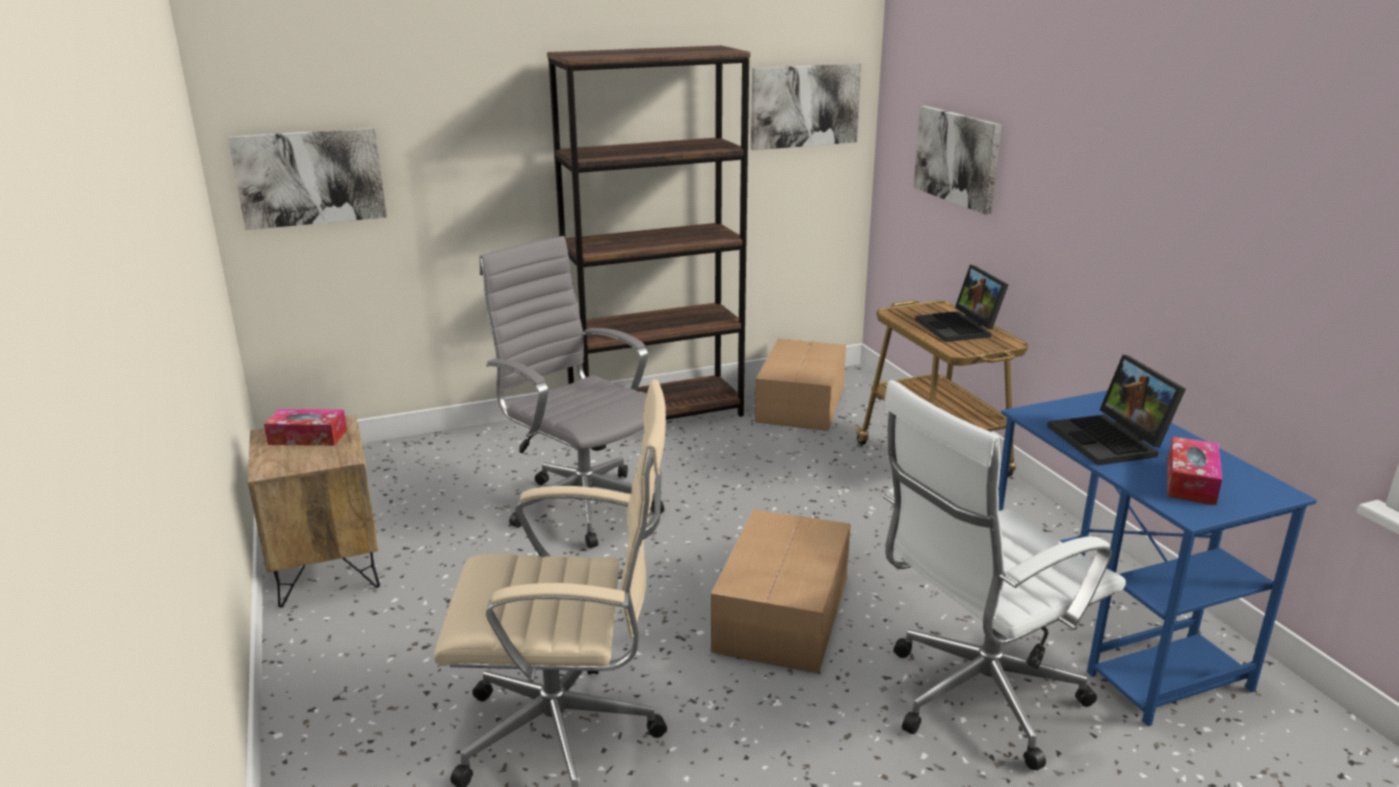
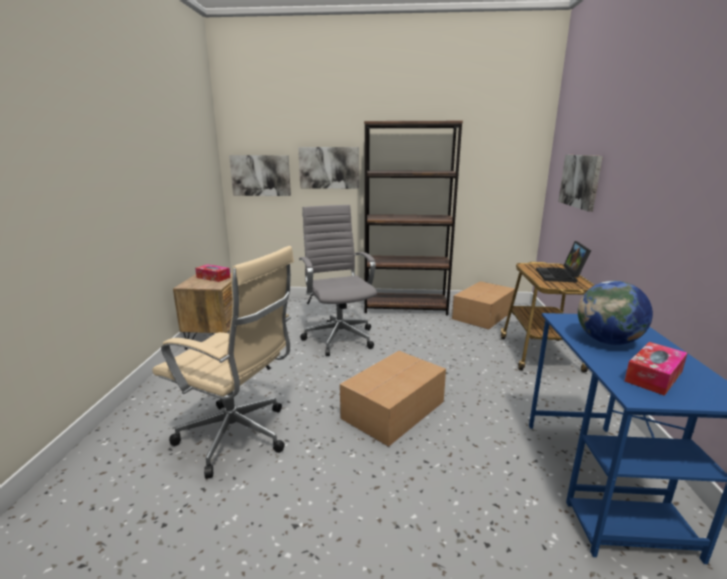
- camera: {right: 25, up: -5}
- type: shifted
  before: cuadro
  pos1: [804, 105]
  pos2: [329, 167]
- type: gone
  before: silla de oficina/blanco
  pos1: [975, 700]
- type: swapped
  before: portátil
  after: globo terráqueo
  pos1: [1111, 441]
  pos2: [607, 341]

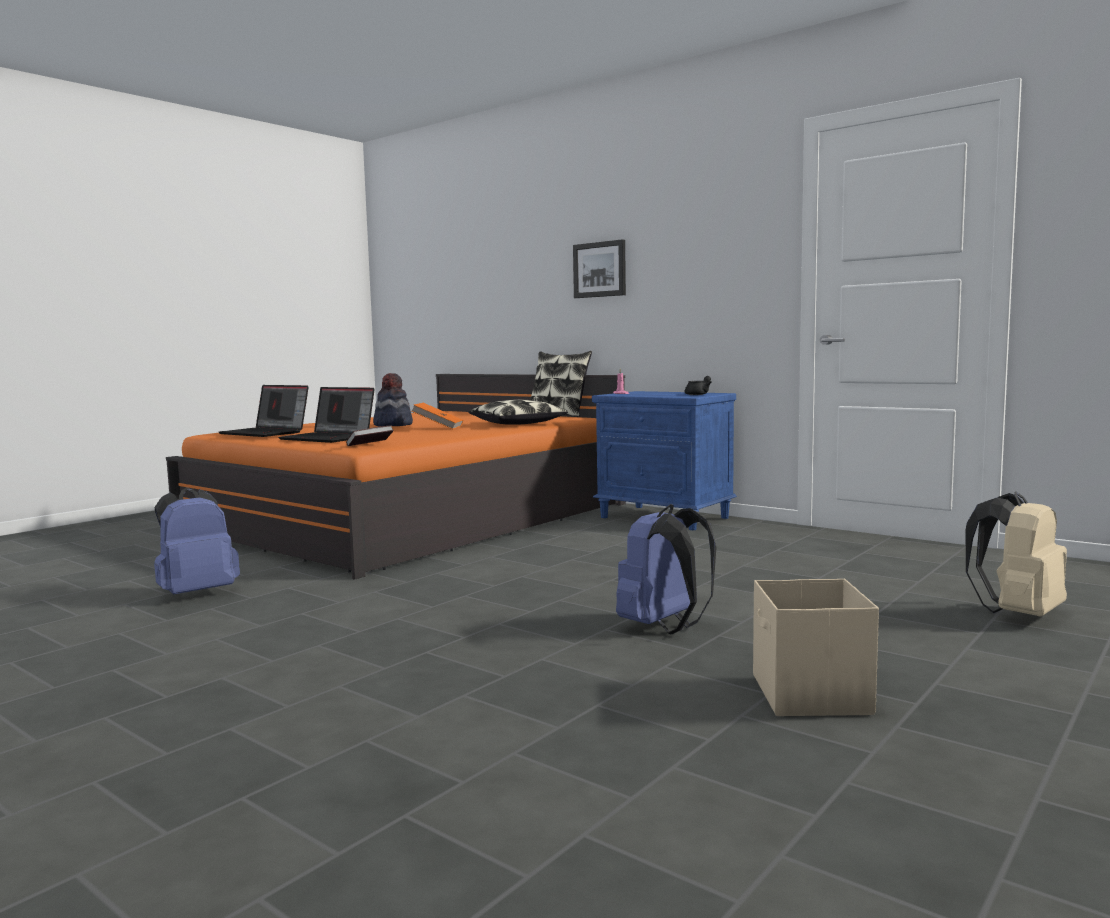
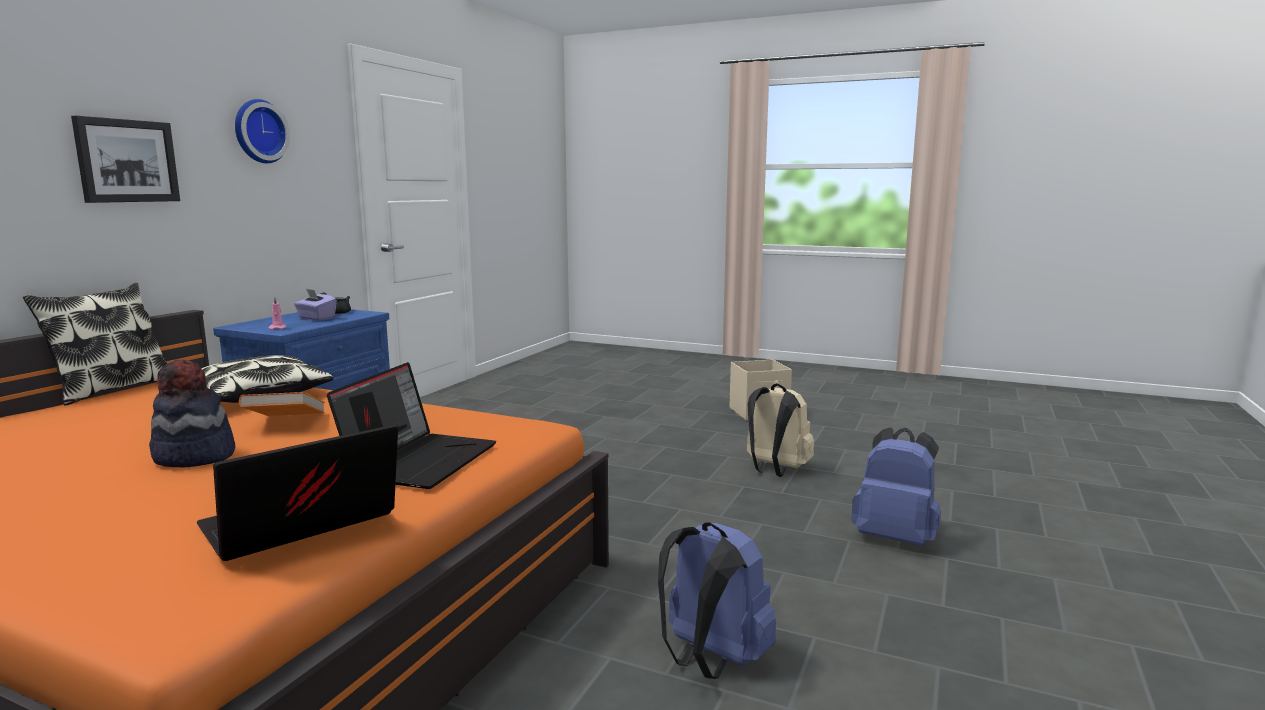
- camera: {right: -105, up: 5}
- type: rotated
  before: portátil
  pos1: [266, 433]
  pos2: [299, 527]
  turn: -150
- type: gone
  before: libro
  pos1: [370, 445]
- type: shifted
  before: mochila/azul
  pos1: [664, 627]
  pos2: [895, 538]
- type: shifted
  before: mochila/beis
  pos1: [1017, 614]
  pos2: [775, 470]
- type: new
  after: reloj de pared
  pos2: [258, 131]
- type: new
  after: caja de pañuelos/morado
  pos2: [316, 318]

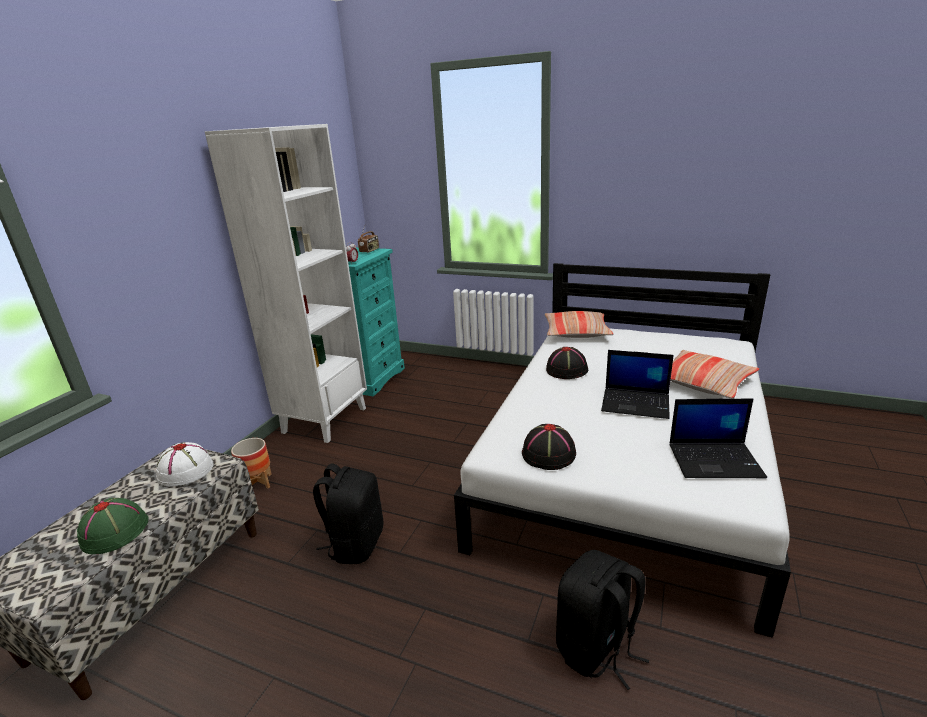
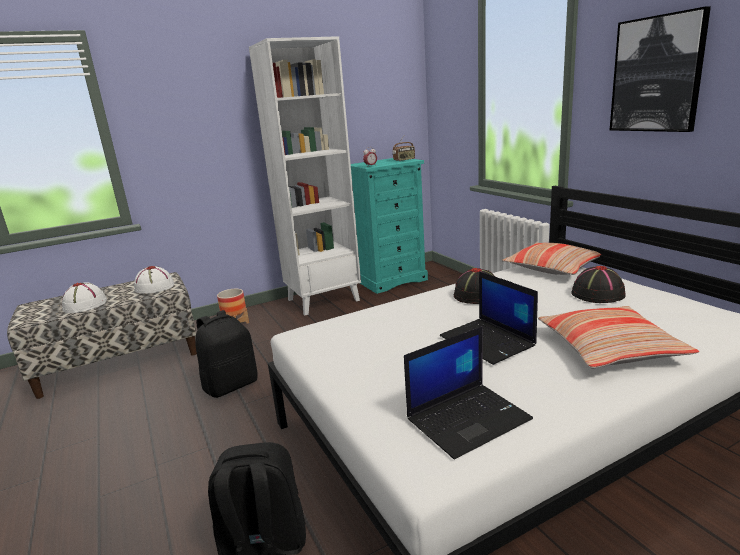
- camera: {right: 40, up: -5}
- type: repainted
  before: sombrero/verde
  after: sombrero/blanco
  pos1: [115, 531]
  pos2: [85, 305]
- type: shifted
  before: sombrero/negro
  pos1: [548, 454]
  pos2: [597, 294]
- type: rotated
  before: portátil
  pos1: [715, 460]
  pos2: [468, 418]
  turn: -75
- type: new
  after: cuadro
  pos2: [657, 74]

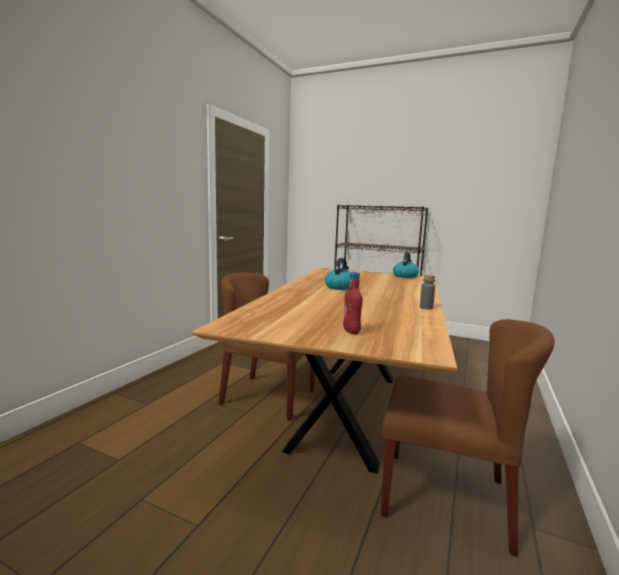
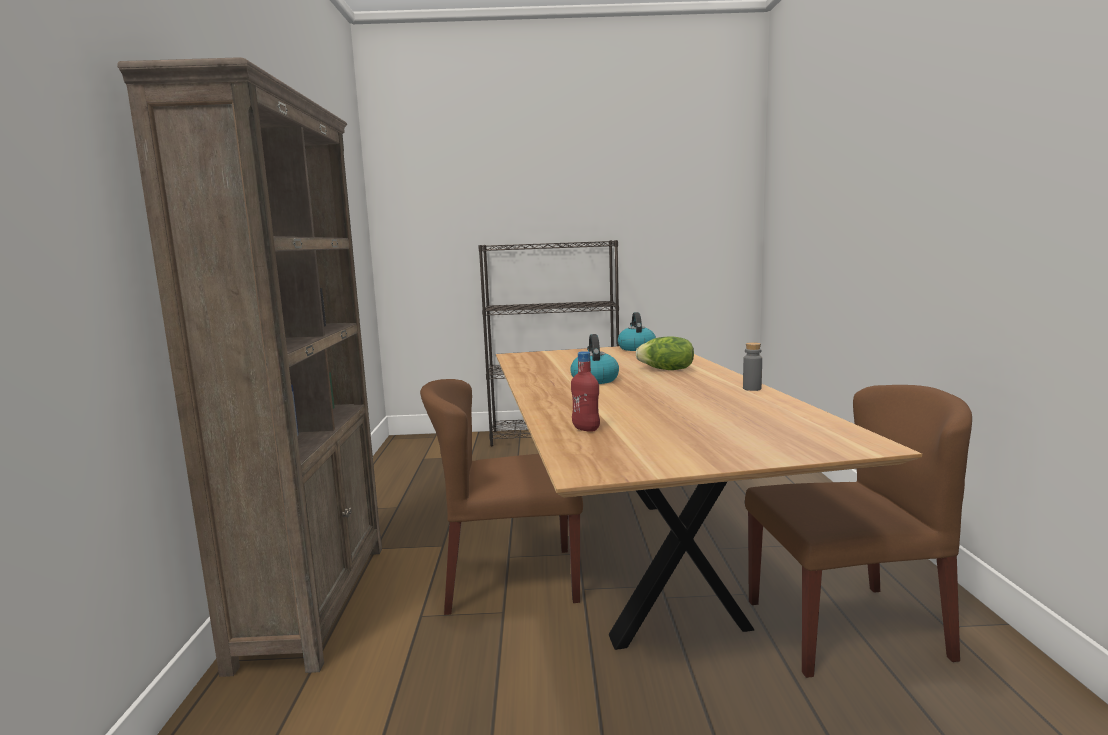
- camera: {right: -25, up: 0}
- type: shifted
  before: botella/rojo
  pos1: [351, 331]
  pos2: [586, 429]
- type: new
  after: estantería/marrón
  pos2: [315, 601]
- type: new
  after: lechuga
  pos2: [666, 370]

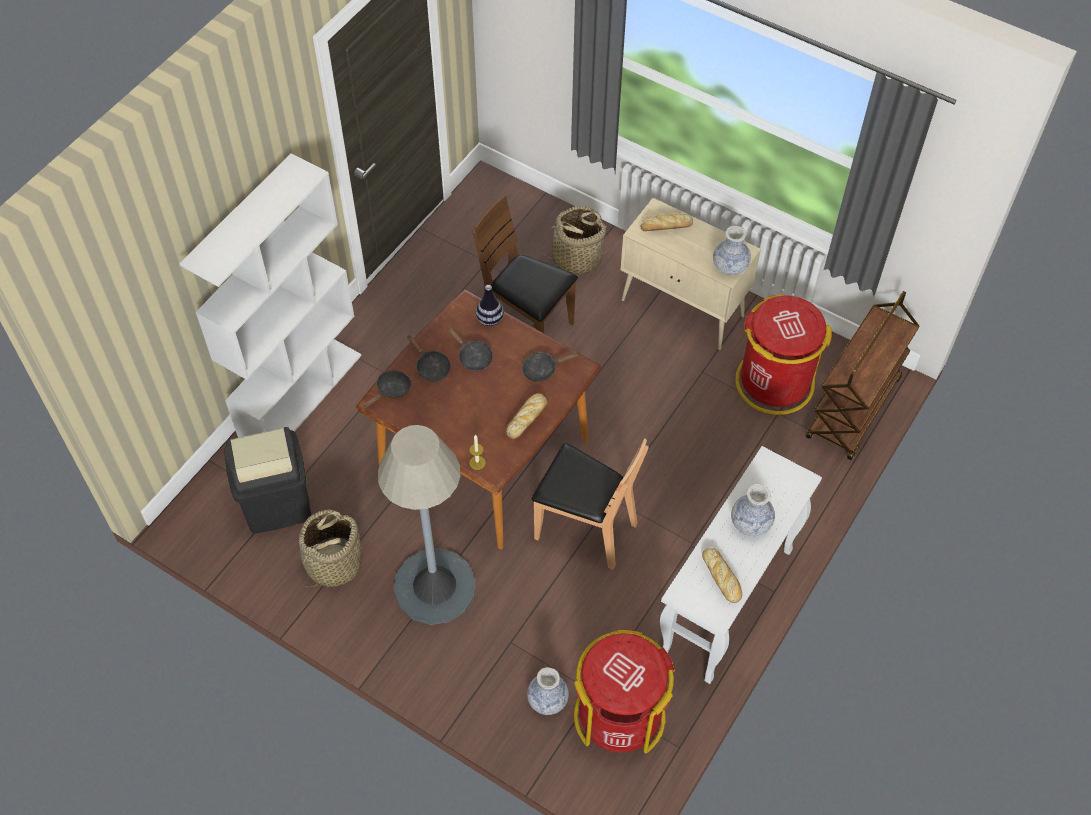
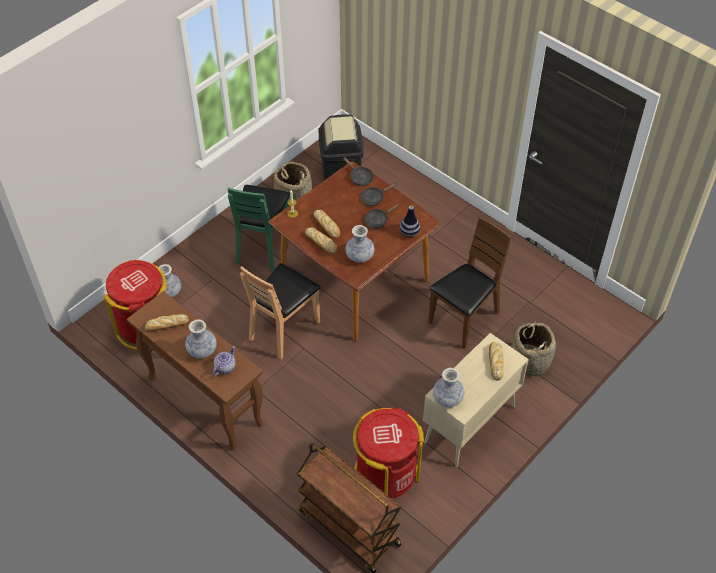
- camera: {right: 100, up: -5}
- type: gone
  before: estantería/blanco
  pos1: [300, 395]
- type: swapped
  before: lámpara de pie/gris
  after: silla/verde
  pos1: [435, 586]
  pos2: [263, 246]
- type: swapped
  before: sartén/negro
  after: florero
  pos1: [543, 369]
  pos2: [359, 256]
- type: repainted
  before: mesa consola/blanco
  after: mesa consola/marrón
  pos1: [726, 603]
  pos2: [204, 401]
- type: new
  after: tetera
  pos2: [225, 367]
- type: new
  after: pan
  pos2: [327, 226]

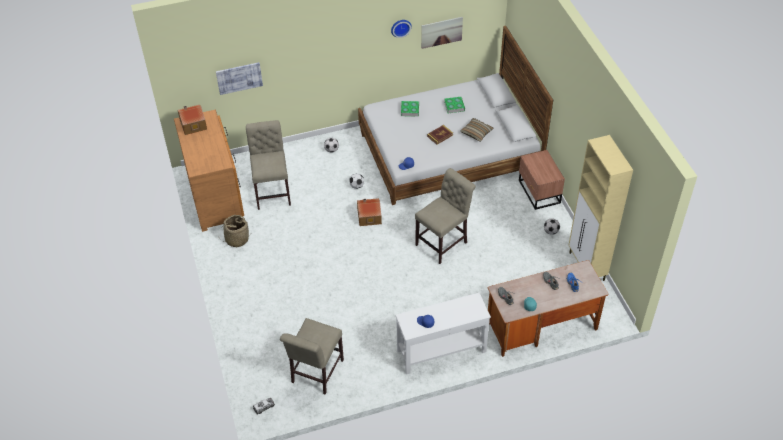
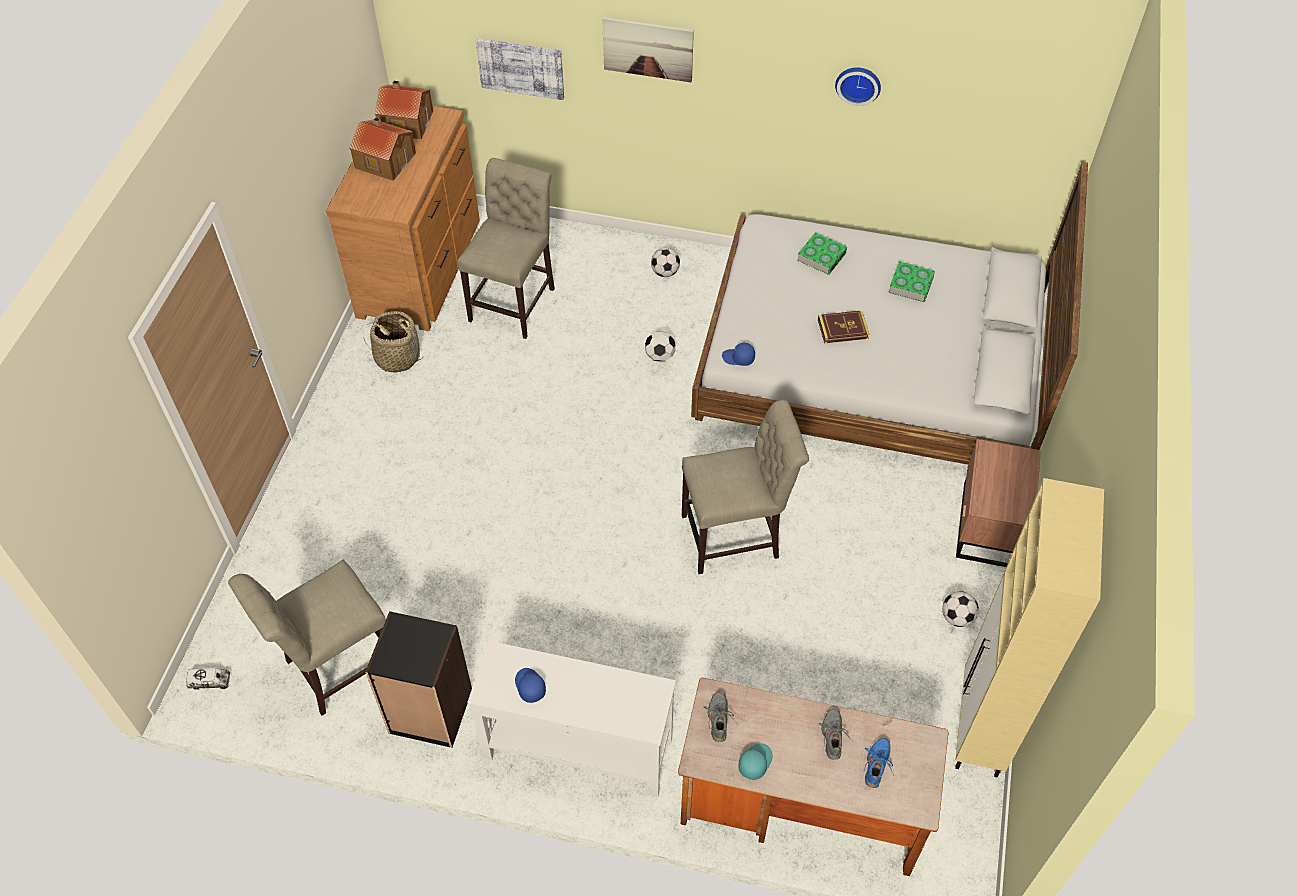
- camera: {right: 30, up: 5}
- type: shifted
  before: casita
  pos1: [368, 216]
  pos2: [385, 159]
- type: shifted
  before: cuadro
  pos1: [441, 32]
  pos2: [648, 49]
- type: gone
  before: cojín
  pos1: [476, 133]
- type: new
  after: estantería/negro
  pos2: [430, 712]

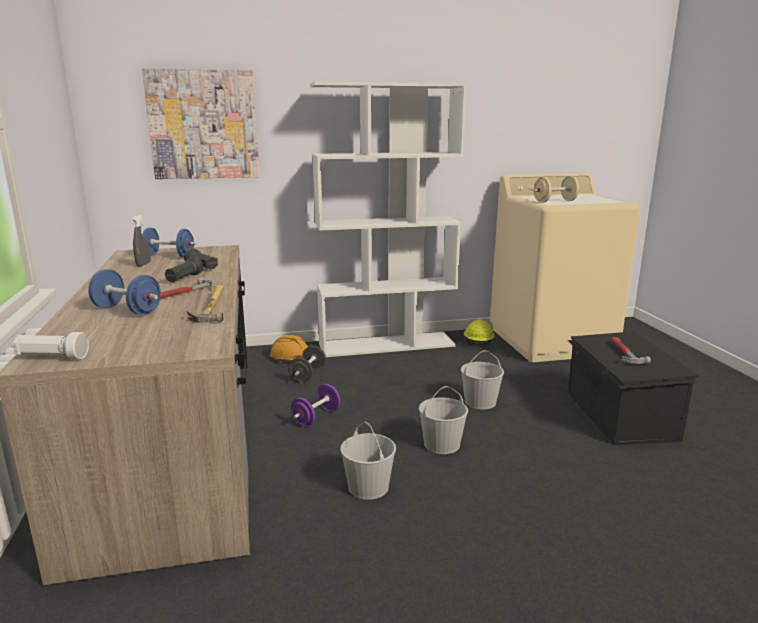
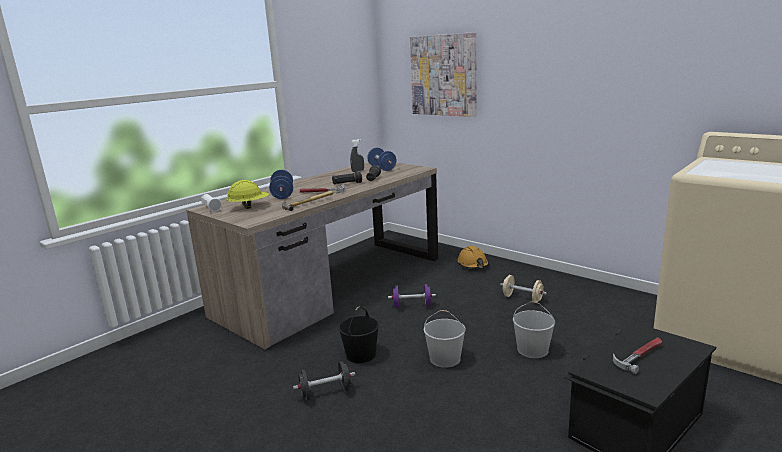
- camera: {right: 55, up: 0}
- type: shifted
  before: mancuerna/negro
  pos1: [308, 375]
  pos2: [325, 393]
- type: gone
  before: estantería/blanco
  pos1: [387, 344]
- type: repainted
  before: cubo/blanco
  after: cubo/negro
  pos1: [367, 486]
  pos2: [361, 354]
- type: shifted
  before: casco/amarillo
  pos1: [478, 343]
  pos2: [249, 207]
- type: shifted
  before: mancuerna/beis
  pos1: [555, 201]
  pos2: [522, 298]

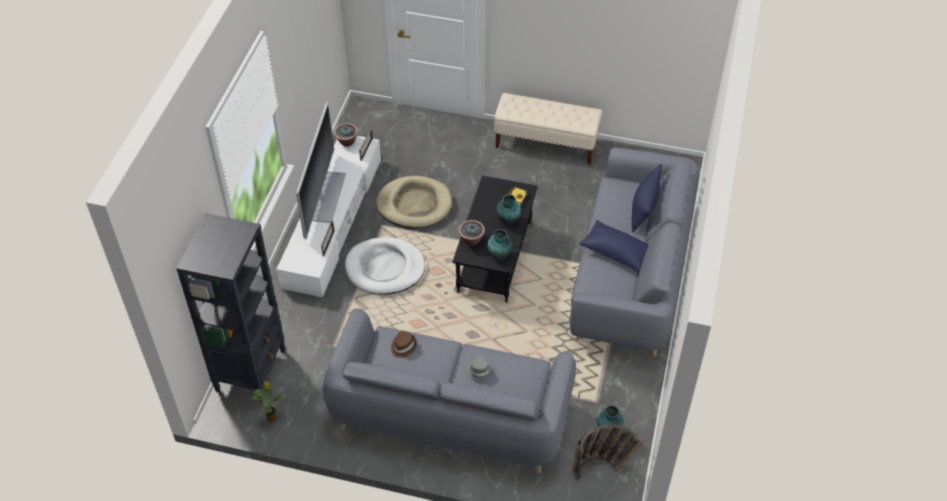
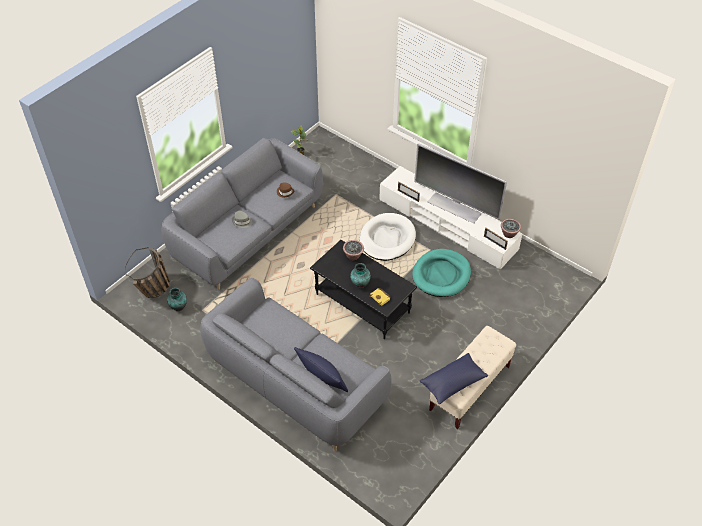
- camera: {right: 115, up: 0}
- type: gone
  before: estantería/negro
  pos1: [251, 370]
- type: repainted
  before: cama para perro/beis
  after: cama para perro/turquesa
  pos1: [414, 205]
  pos2: [441, 275]
- type: gone
  before: florero
  pos1: [499, 255]
- type: shifted
  before: cojín/azul
  pos1: [617, 252]
  pos2: [453, 383]

